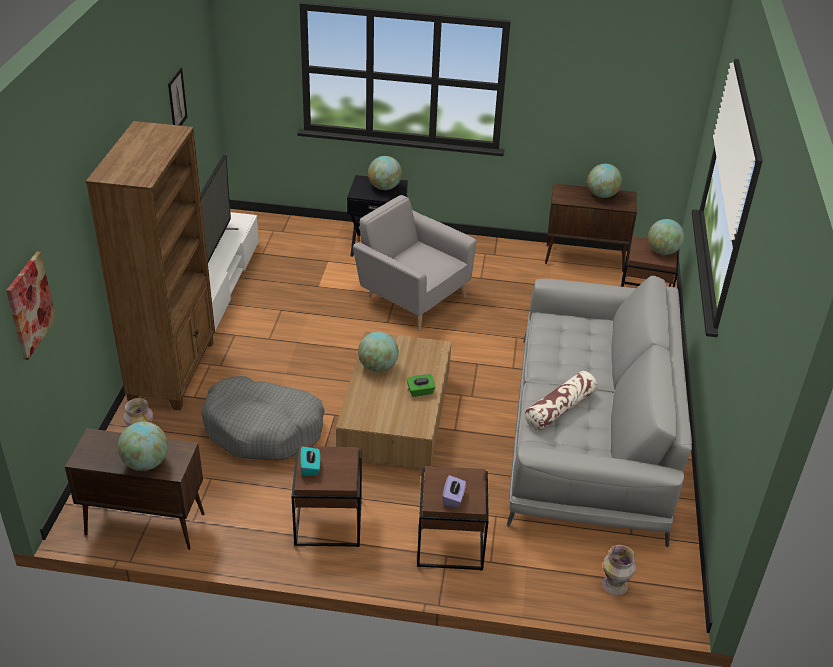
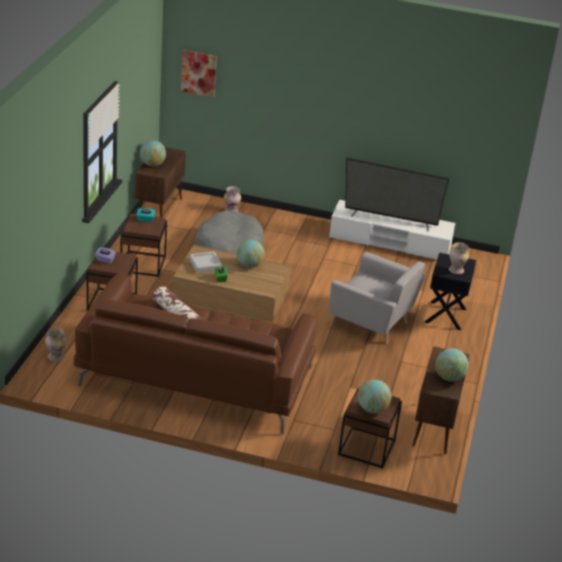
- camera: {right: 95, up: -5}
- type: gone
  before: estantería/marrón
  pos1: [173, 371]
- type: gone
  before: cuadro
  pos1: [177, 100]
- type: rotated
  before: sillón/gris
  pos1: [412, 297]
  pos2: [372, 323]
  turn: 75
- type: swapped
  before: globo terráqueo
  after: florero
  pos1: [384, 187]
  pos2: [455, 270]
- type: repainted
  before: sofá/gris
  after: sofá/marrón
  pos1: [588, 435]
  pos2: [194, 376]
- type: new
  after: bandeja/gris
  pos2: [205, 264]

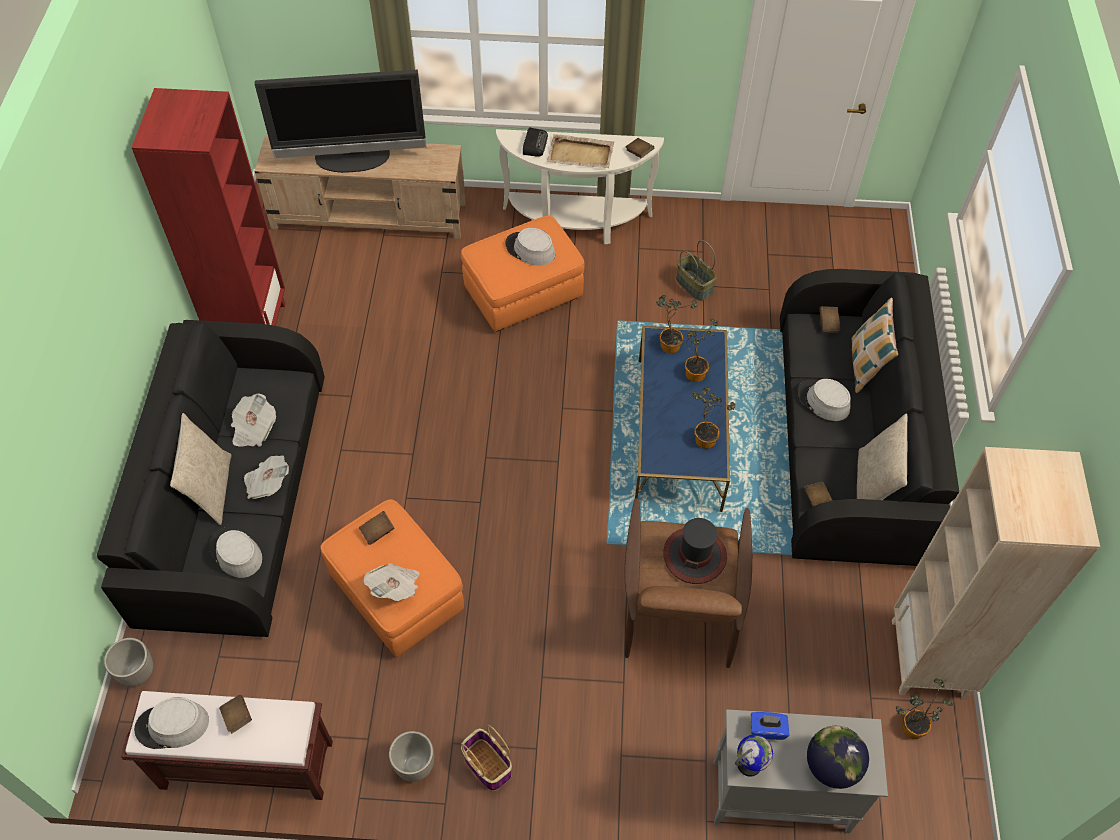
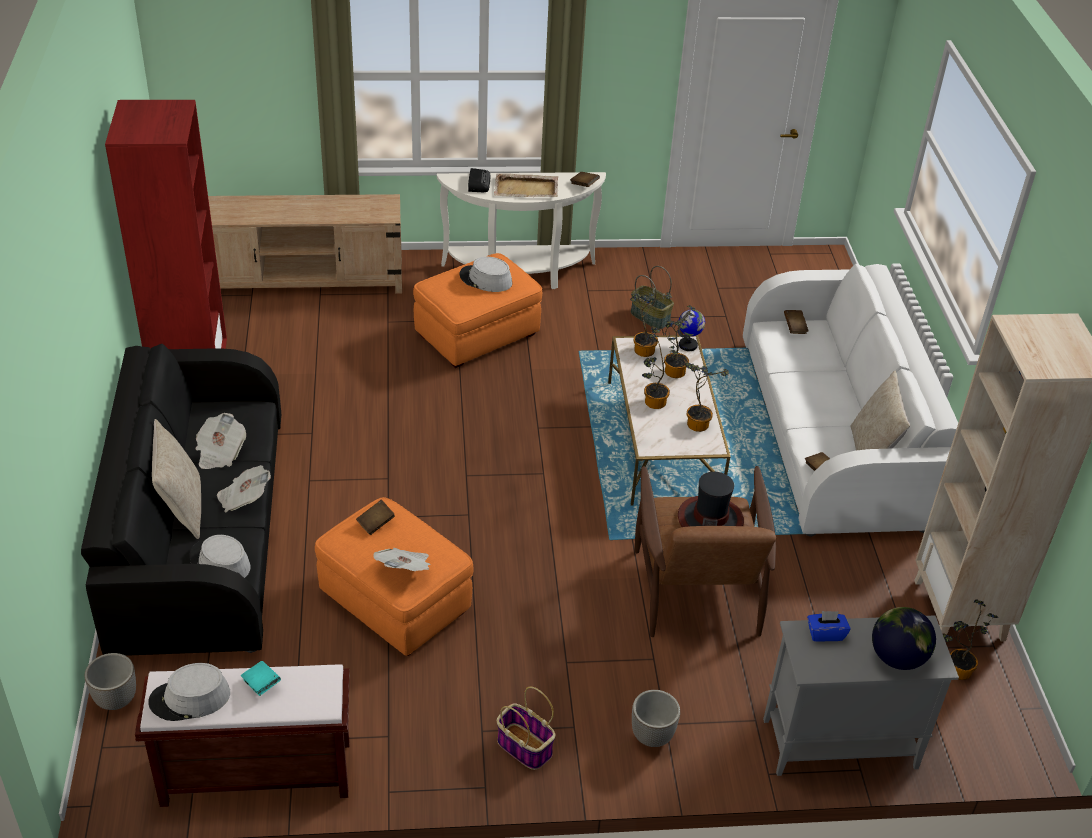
- camera: {right: -10, up: -15}
- type: repainted
  before: libro/marrón
  after: libro/turquesa
  pos1: [237, 717]
  pos2: [261, 684]
- type: gone
  before: televisor
  pos1: [352, 159]
- type: shifted
  before: maceta
  pos1: [414, 766]
  pos2: [651, 736]
- type: repainted
  before: mesa de centro/azul
  after: mesa de centro/blanco
  pos1: [678, 433]
  pos2: [662, 440]
- type: shifted
  before: globo terráqueo
  pos1: [749, 764]
  pos2: [688, 345]
- type: repainted
  before: sofá/negro
  after: sofá/blanco
  pos1: [848, 439]
  pos2: [833, 433]
- type: gone
  before: sombrero/gris
  pos1: [823, 401]
- type: gone
  before: cojín
  pos1: [865, 366]
- type: new
  after: planta en maceta
  pos2: [653, 404]

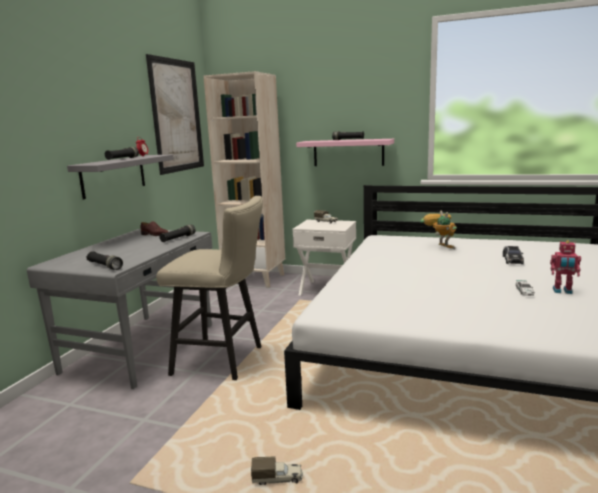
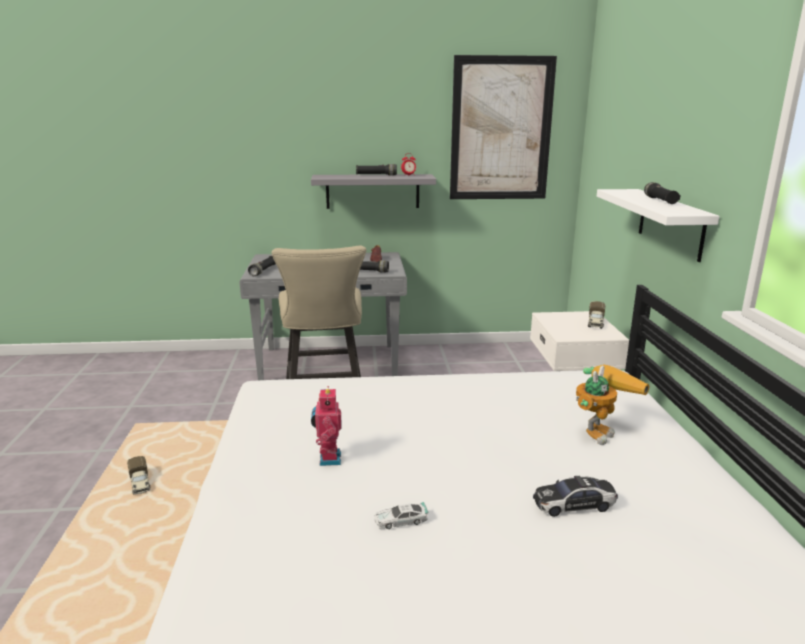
- camera: {right: 65, up: 5}
- type: gone
  before: estantería/beis
  pos1: [255, 279]
- type: repainted
  before: estante/rosa
  after: estante/blanco
  pos1: [348, 152]
  pos2: [670, 223]
- type: shifted
  before: robot de juguete
  pos1: [562, 291]
  pos2: [328, 459]

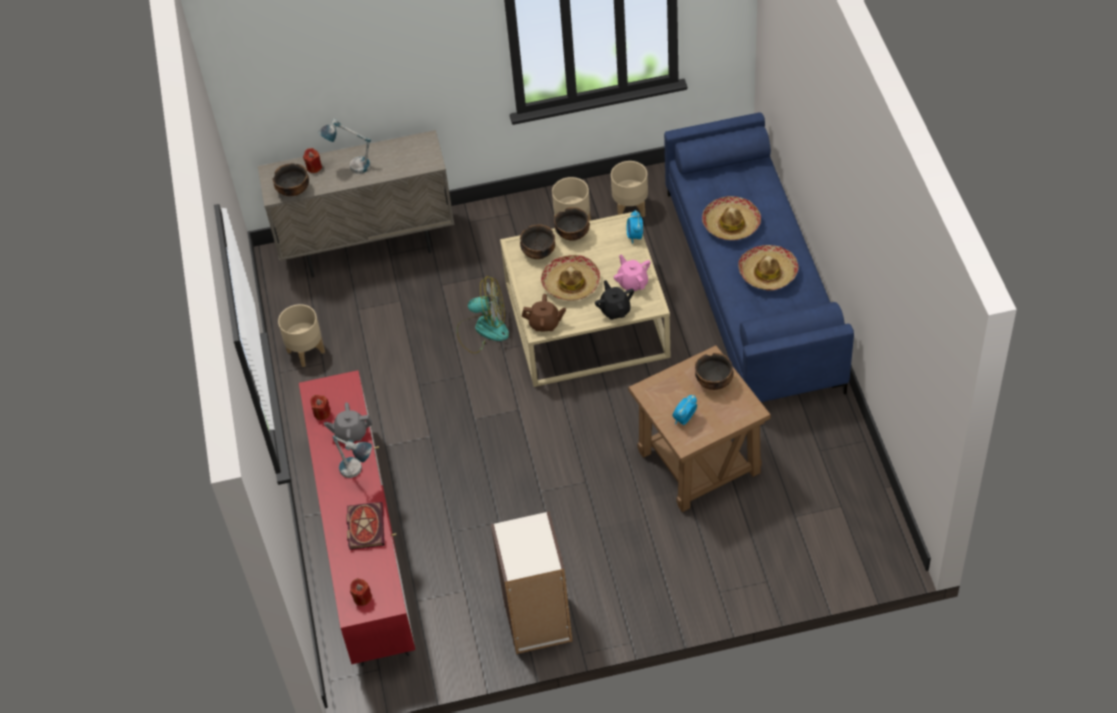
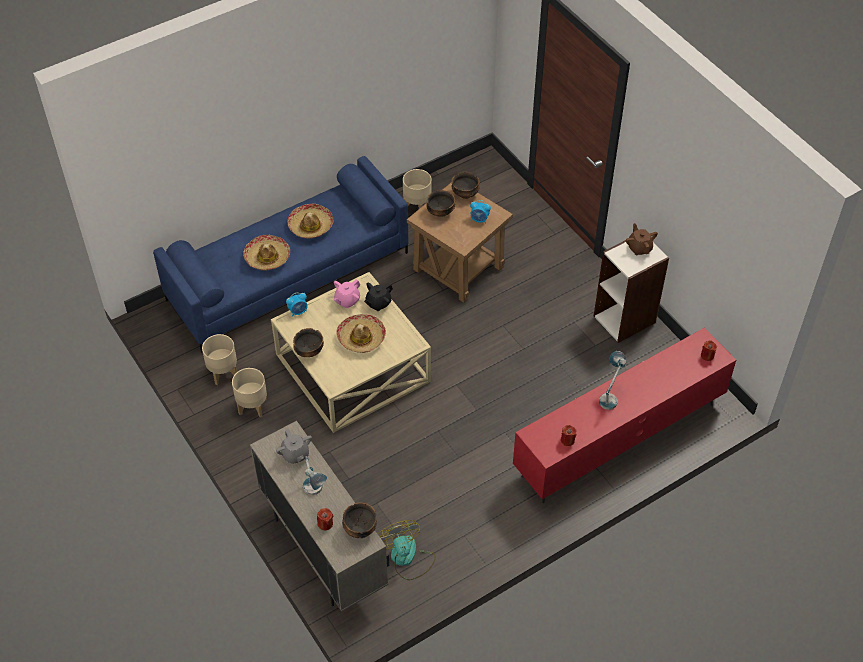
- camera: {right: -115, up: 0}
- type: shifted
  before: maceta/beis
  pos1: [306, 352]
  pos2: [417, 206]
- type: shifted
  before: tetera/gris
  pos1: [350, 433]
  pos2: [295, 454]
- type: gone
  before: libro
  pos1: [364, 526]
- type: shifted
  before: ventilador
  pos1: [483, 329]
  pos2: [407, 558]
- type: shifted
  before: cuenco
  pos1: [538, 253]
  pos2: [465, 194]
- type: shifted
  before: tetera/marrón
  pos1: [544, 323]
  pos2: [639, 248]

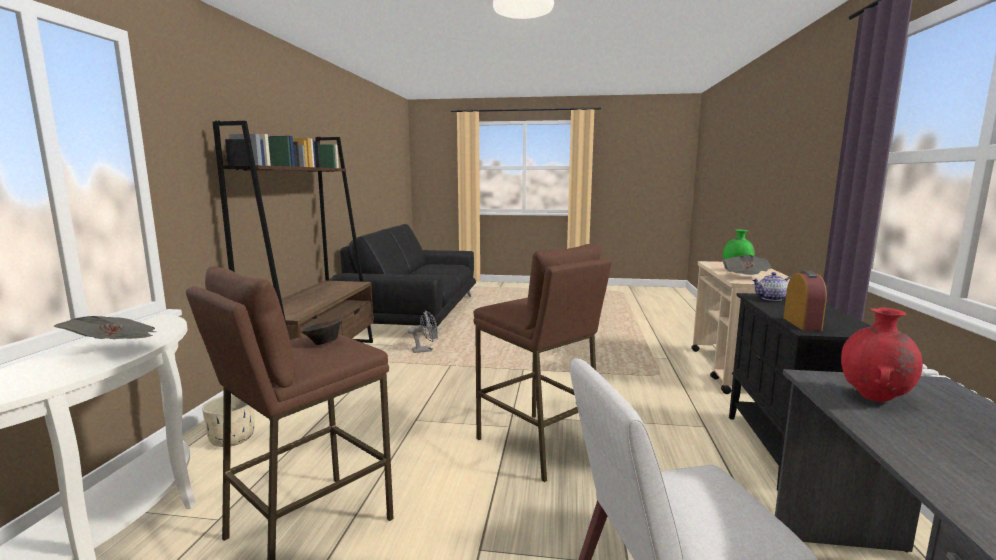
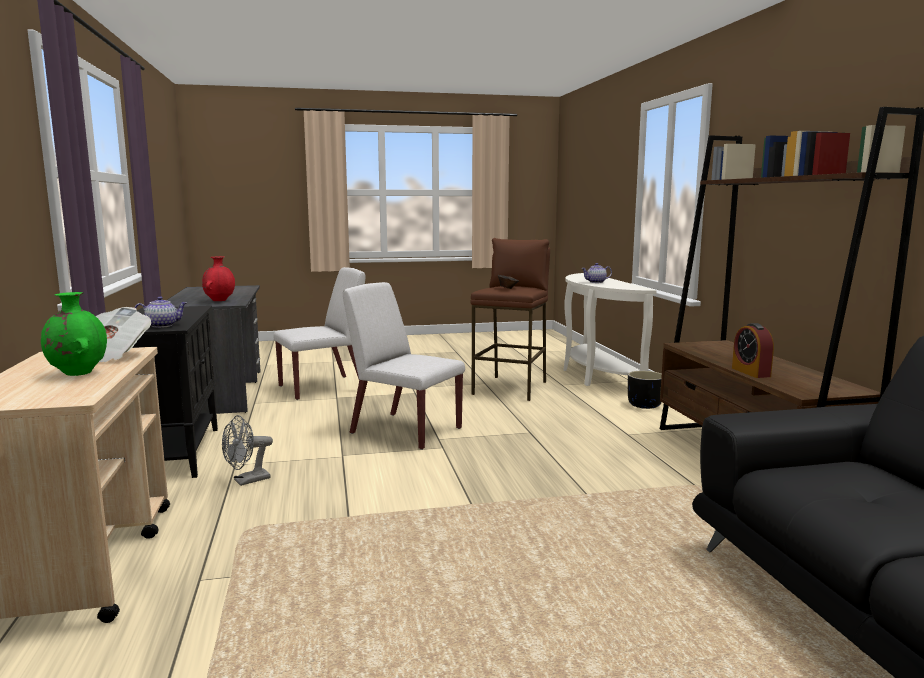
- camera: {right: 160, up: 0}
- type: swapped
  before: periódico
  after: tetera
  pos1: [116, 350]
  pos2: [596, 282]
- type: repainted
  before: maceta/beis
  after: maceta/negro
  pos1: [233, 439]
  pos2: [644, 405]
- type: shifted
  before: ventilador/gris
  pos1: [425, 350]
  pos2: [247, 481]
- type: swapped
  before: taburete/marrón
  after: silla/blanco
  pos1: [537, 445]
  pos2: [404, 430]
- type: shifted
  before: despertador
  pos1: [802, 324]
  pos2: [750, 372]

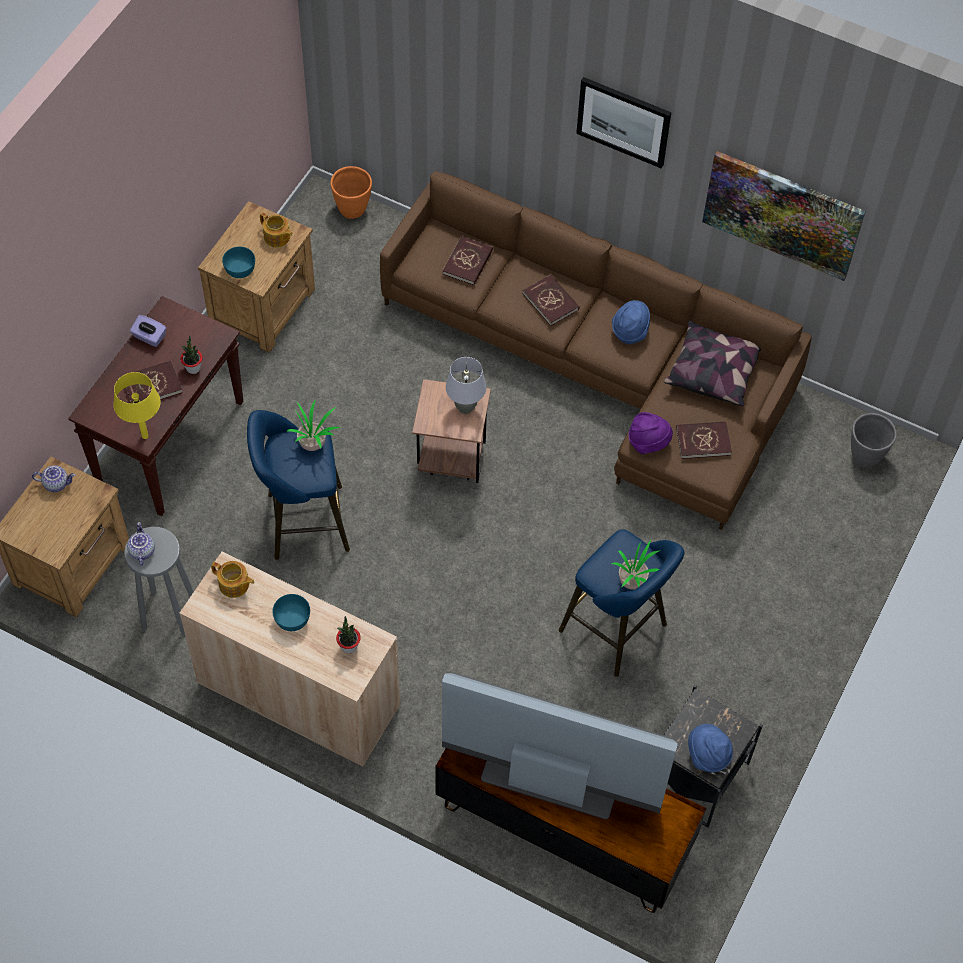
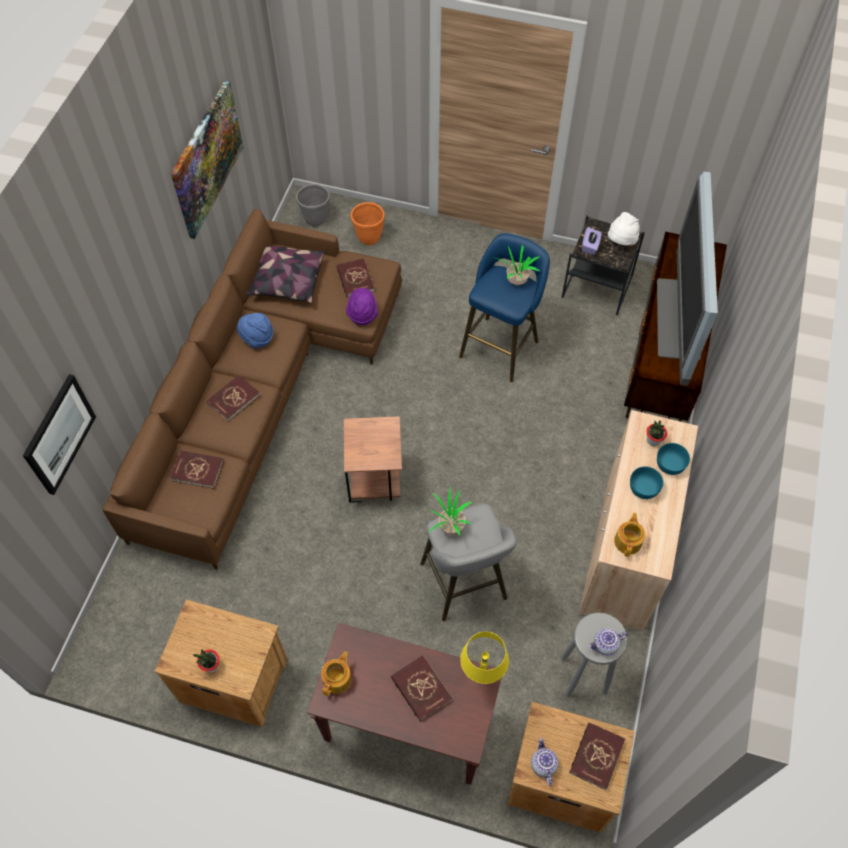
- camera: {right: -100, up: 0}
- type: shifted
  before: caja de pañuelos/morado
  pos1: [149, 337]
  pos2: [590, 246]
- type: shifted
  before: planta en maceta
  pos1: [193, 368]
  pos2: [211, 666]
- type: shifted
  before: cuenco/turquesa
  pos1: [240, 268]
  pos2: [669, 464]
- type: repainted
  before: taburete/azul
  after: taburete/gris
  pos1: [302, 523]
  pos2: [465, 585]
- type: shifted
  before: tetera
  pos1: [277, 237]
  pos2: [337, 679]
- type: shifted
  before: maceta/naranja
  pos1: [353, 210]
  pos2: [369, 238]
- type: gone
  before: lámpara de mesa/gris
  pos1: [465, 407]
- type: shifted
  before: cuadro
  pos1: [623, 121]
  pos2: [59, 434]
- type: repainted
  before: sombrero/azul
  after: sombrero/blanco
  pos1: [707, 756]
  pos2: [621, 241]
- type: new
  after: libro/rojo
  pos2: [596, 756]

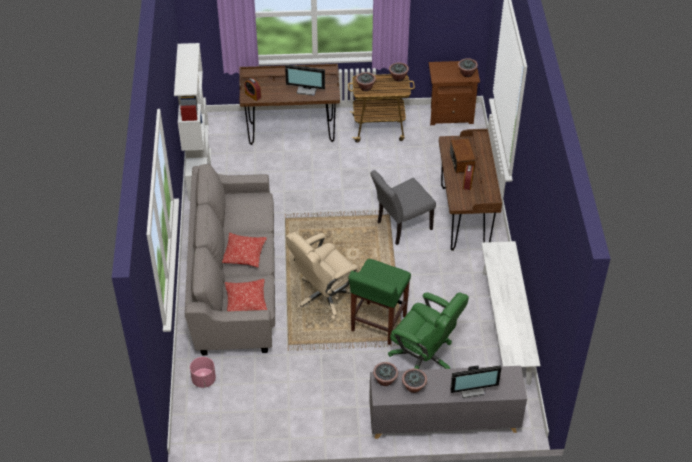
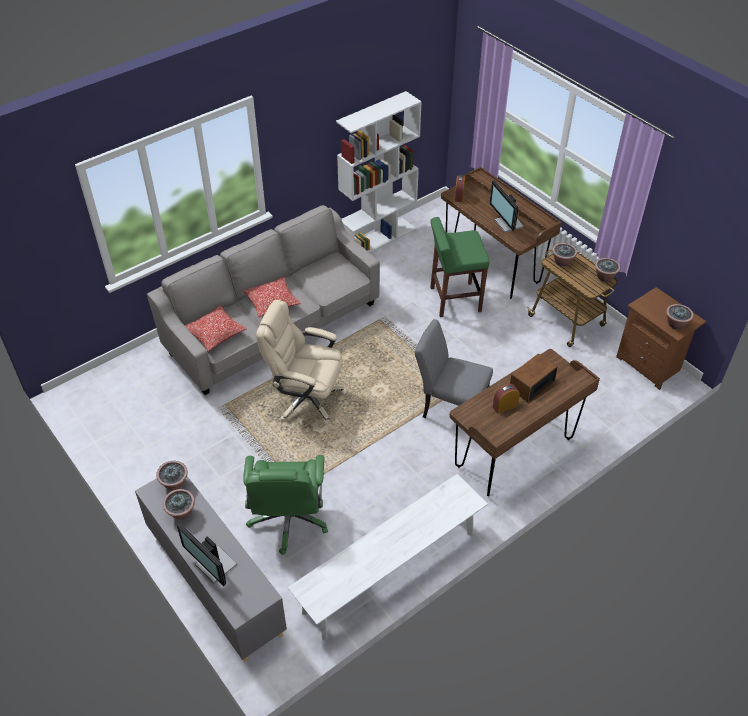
- camera: {right: 55, up: 0}
- type: gone
  before: maceta/rosa
  pos1: [203, 380]
- type: shifted
  before: taburete/verde
  pos1: [378, 324]
  pos2: [454, 300]

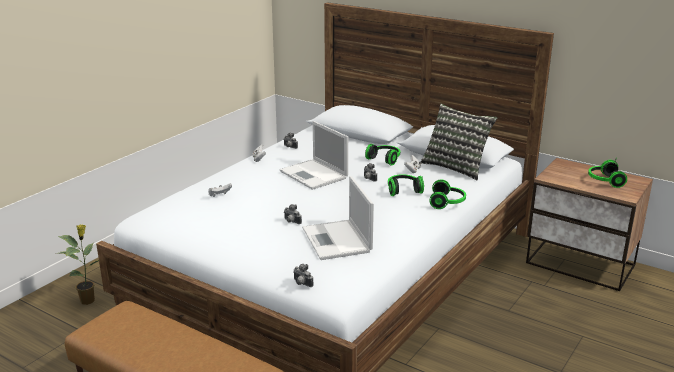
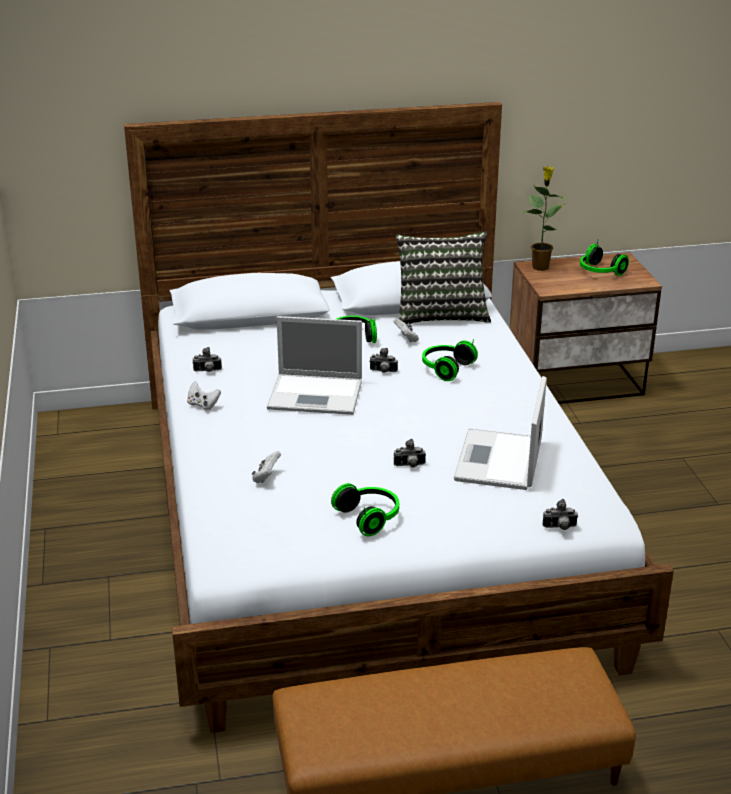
- camera: {right: -45, up: 5}
- type: shifted
  before: planta en maceta
  pos1: [88, 300]
  pos2: [540, 266]
- type: rotated
  before: portátil
  pos1: [337, 241]
  pos2: [499, 461]
  turn: 75
- type: shifted
  before: auriculares
  pos1: [447, 203]
  pos2: [370, 517]

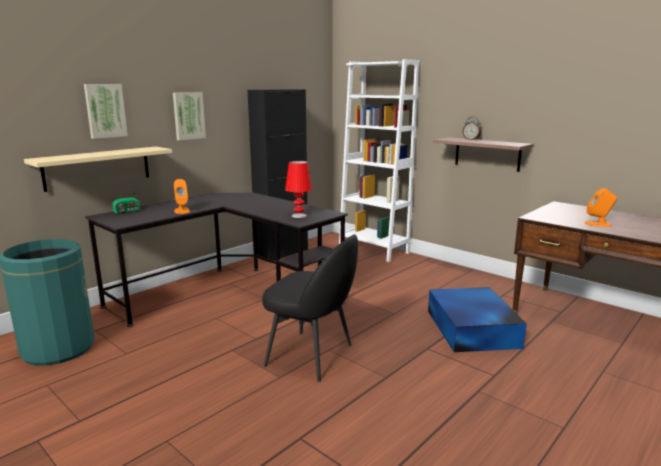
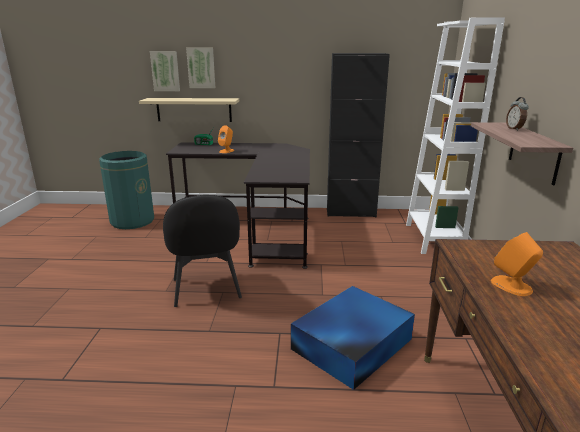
- camera: {right: 50, up: 5}
- type: shifted
  before: cuadro
  pos1: [188, 116]
  pos2: [165, 71]
- type: gone
  before: lámpara de mesa/rojo
  pos1: [299, 216]

